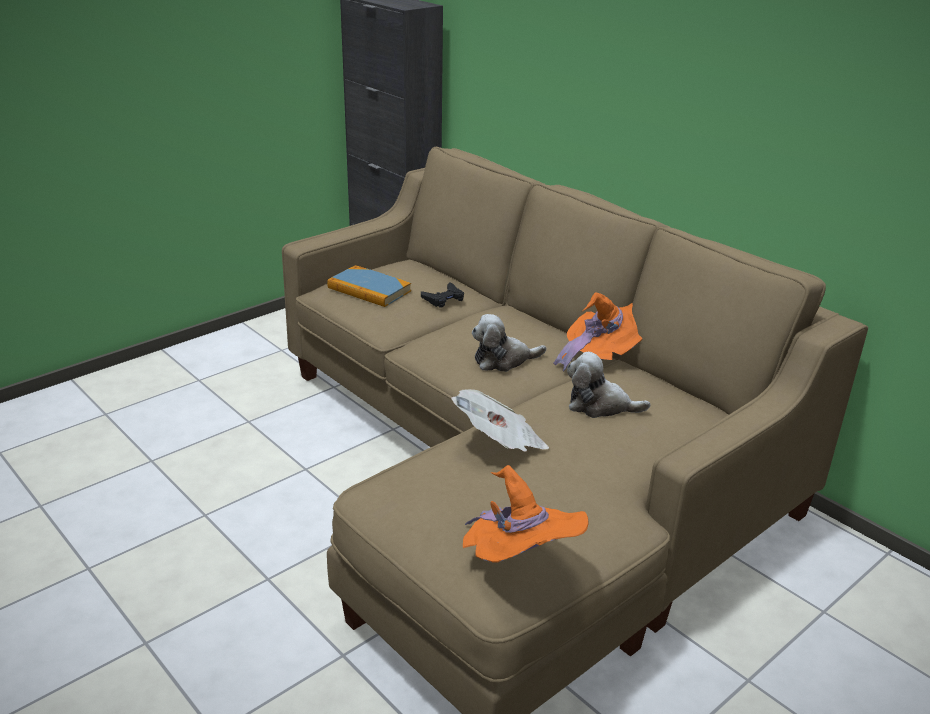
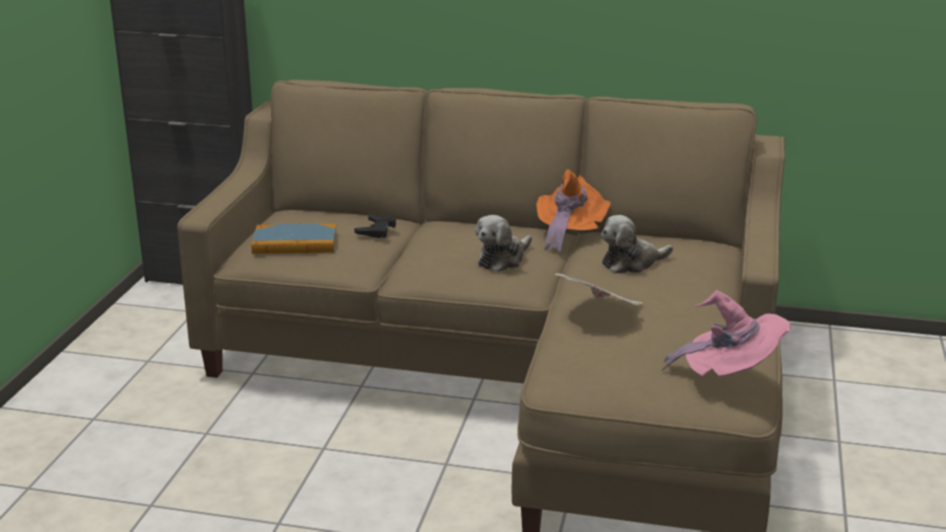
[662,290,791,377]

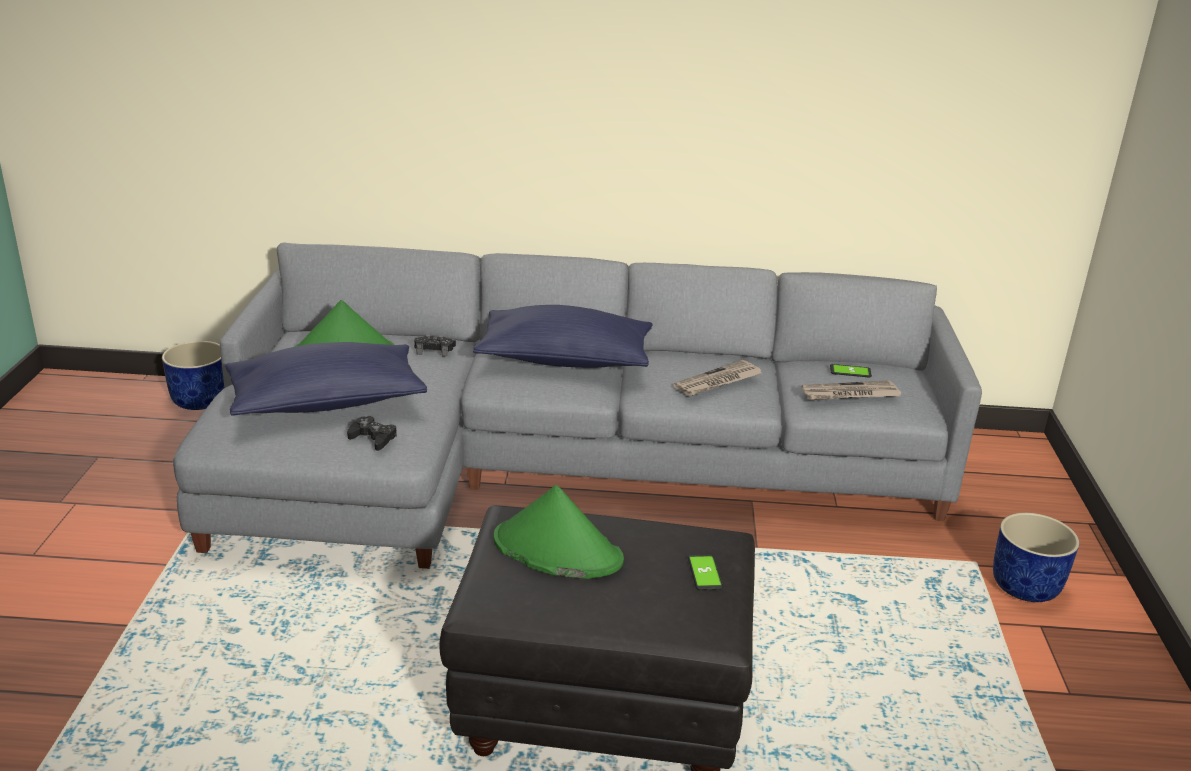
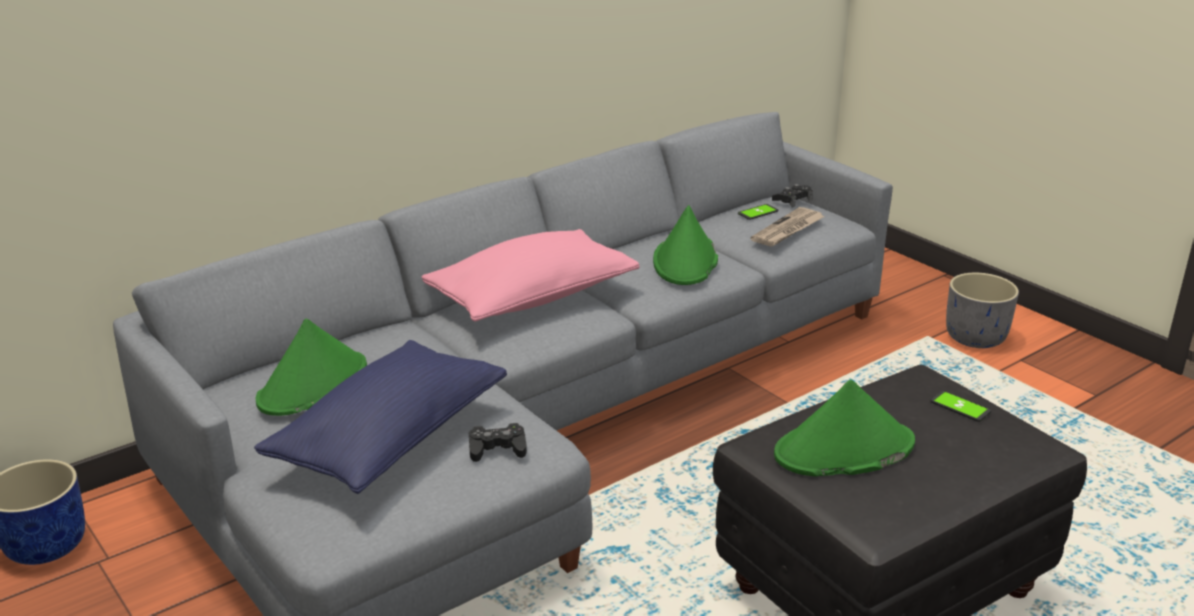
[772,184,813,208]
[422,229,640,322]
[653,205,718,285]
[946,273,1019,348]

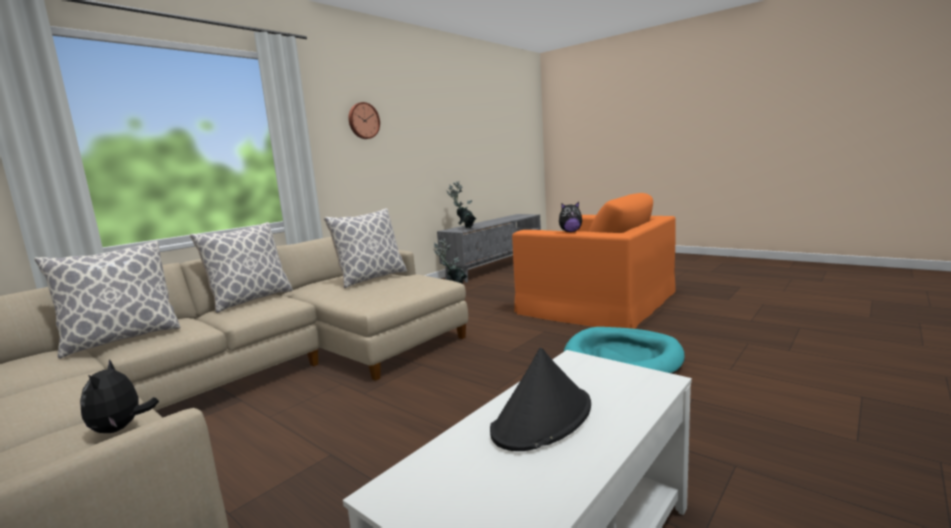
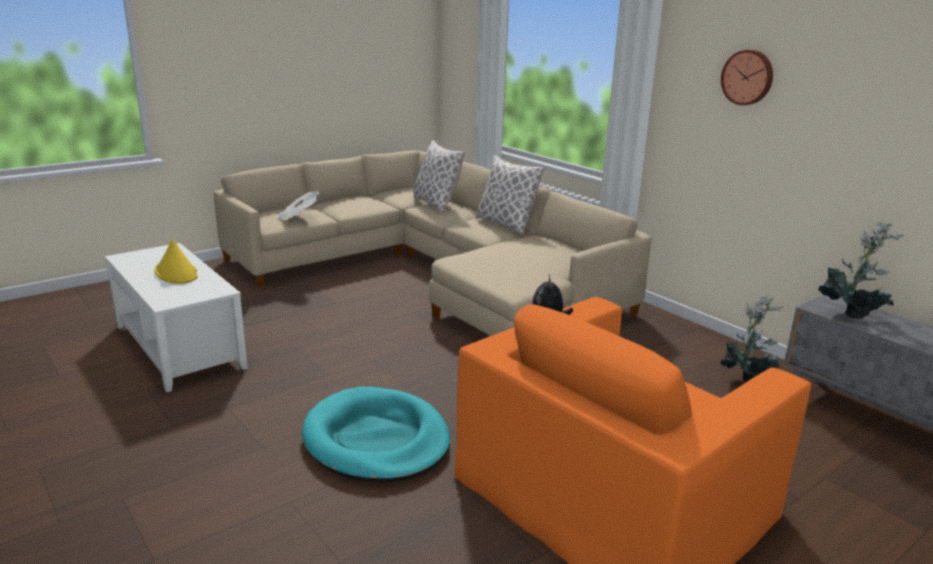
[276,191,319,220]
[324,208,407,288] (first image)
[154,239,198,284]

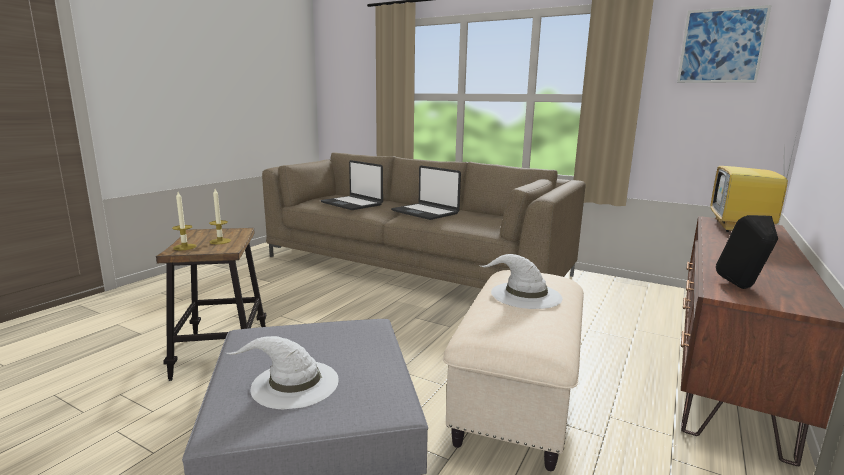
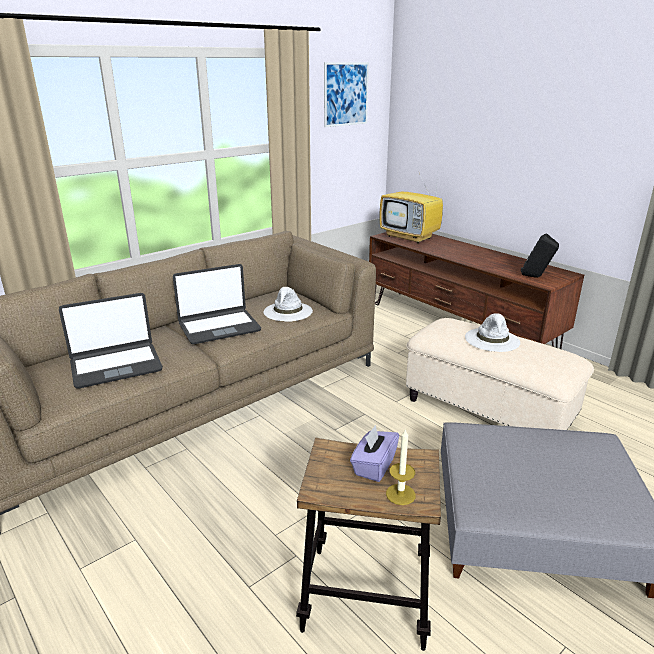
[350,425,399,482]
[264,287,313,322]

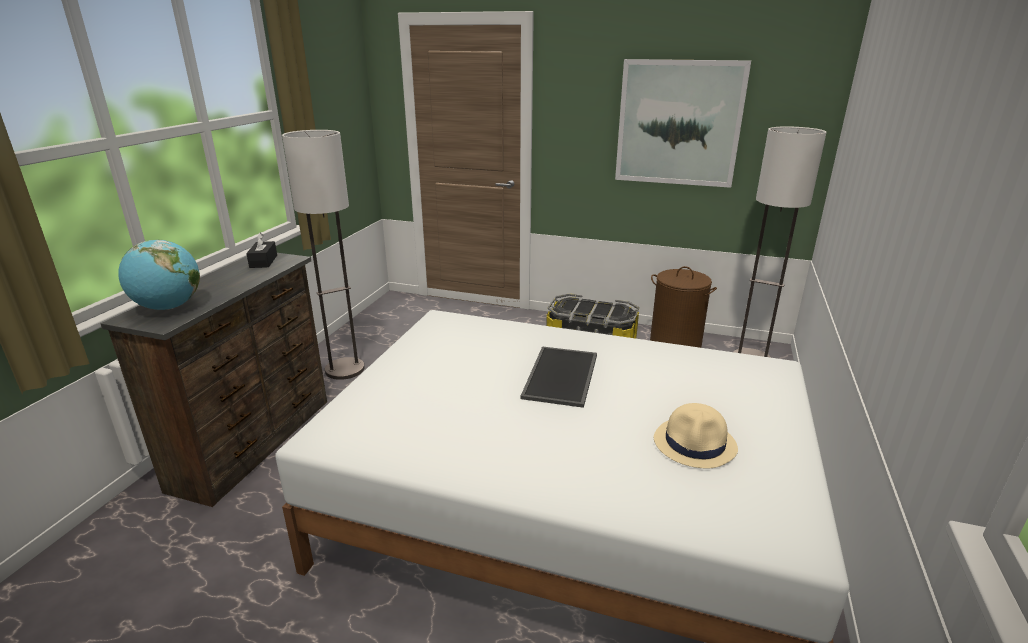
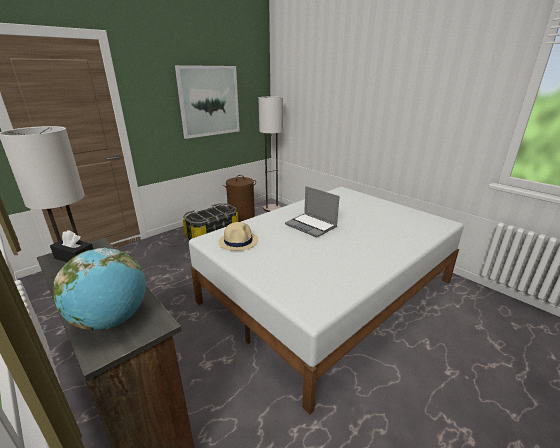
[285,186,340,237]
[219,222,258,251]

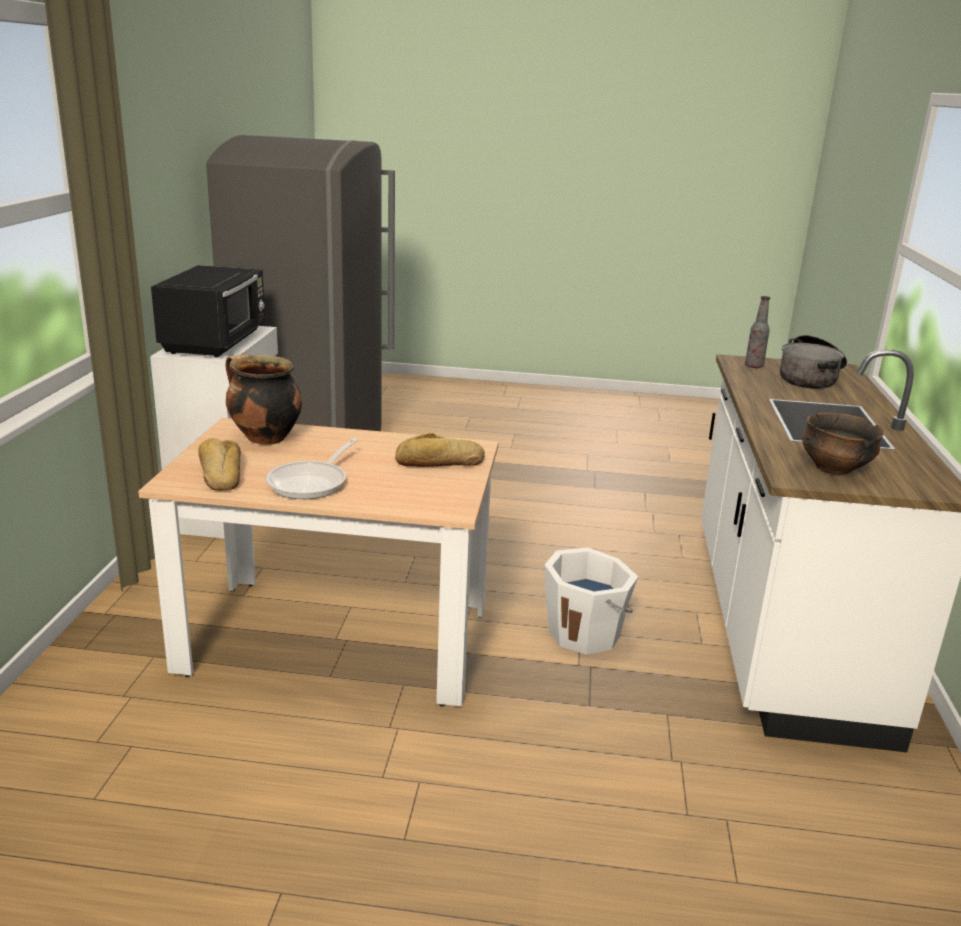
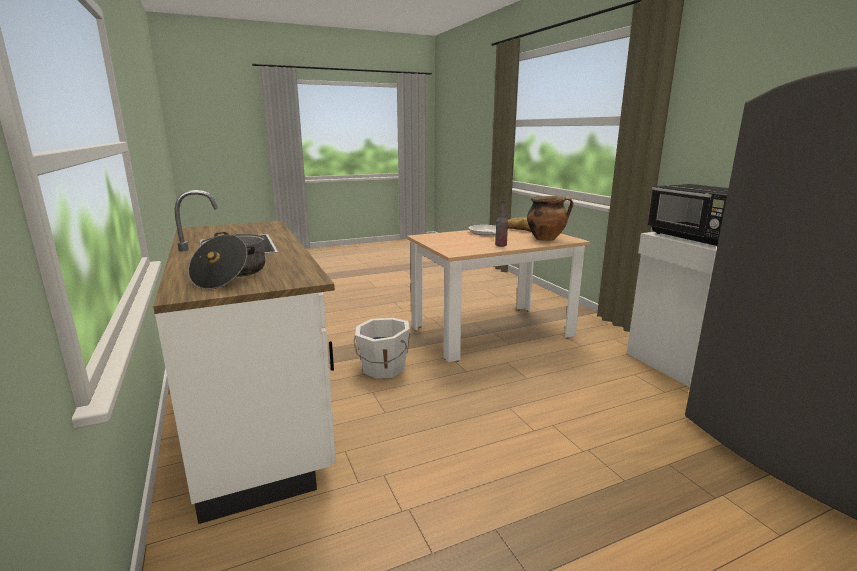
[395,433,485,467] (first image)
[495,201,508,247]
[802,413,883,475] (first image)

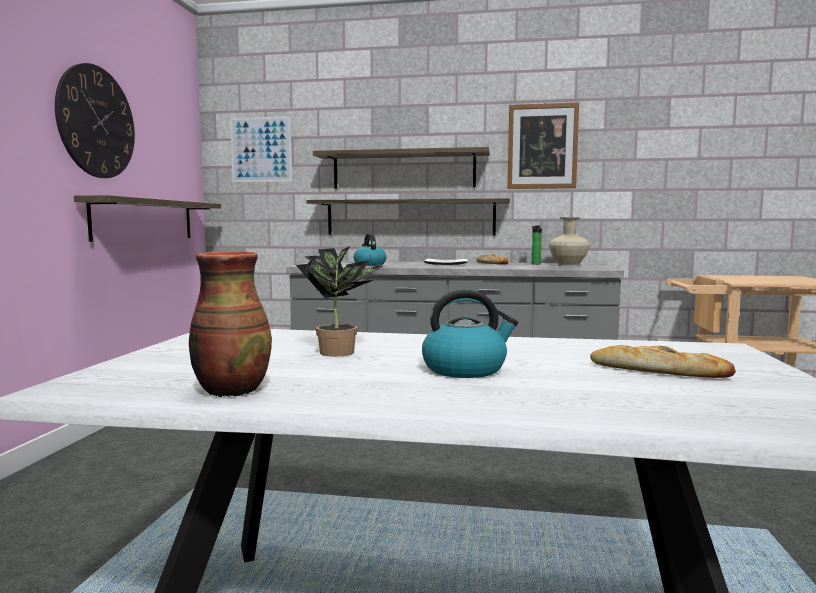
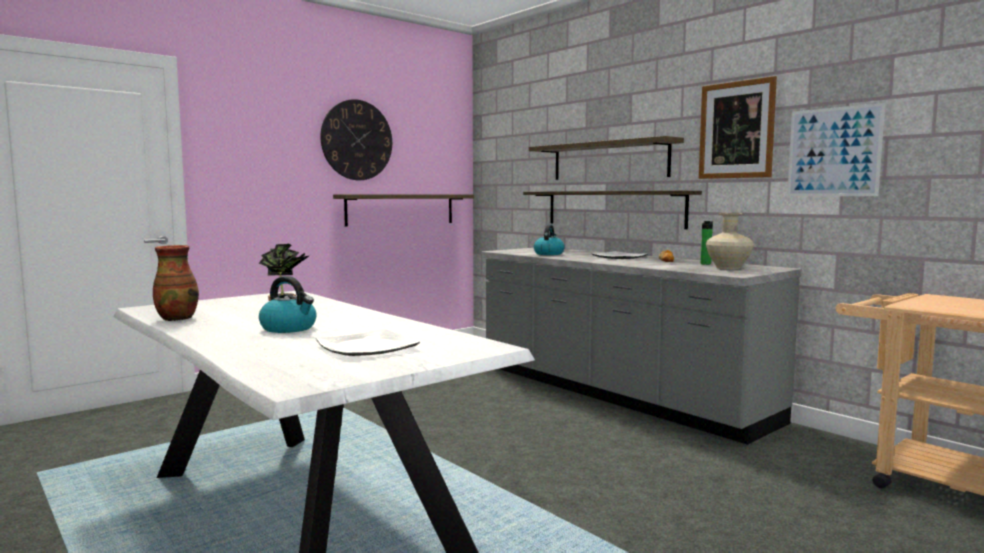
[787,103,885,196]
[316,329,420,356]

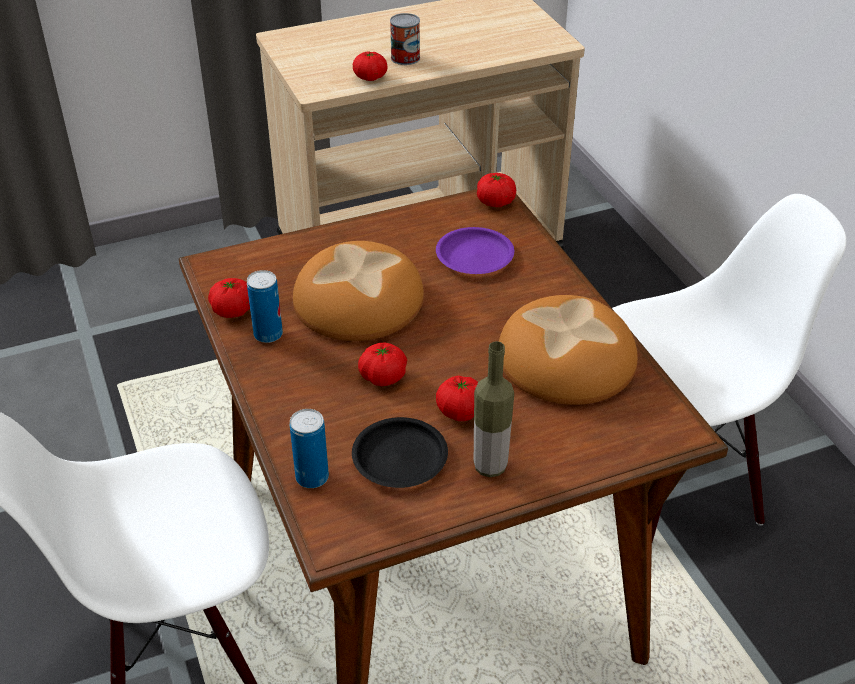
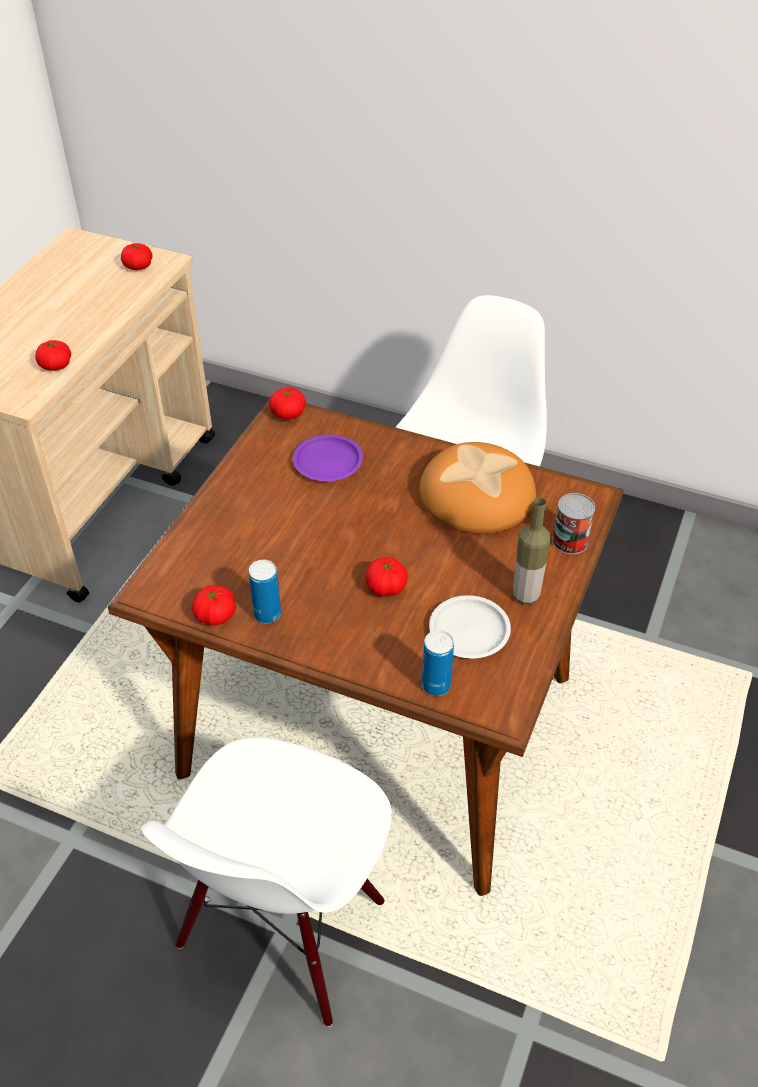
[293,241,424,341] (first image)
[429,595,511,658]
[552,493,595,554]
[121,243,153,270]

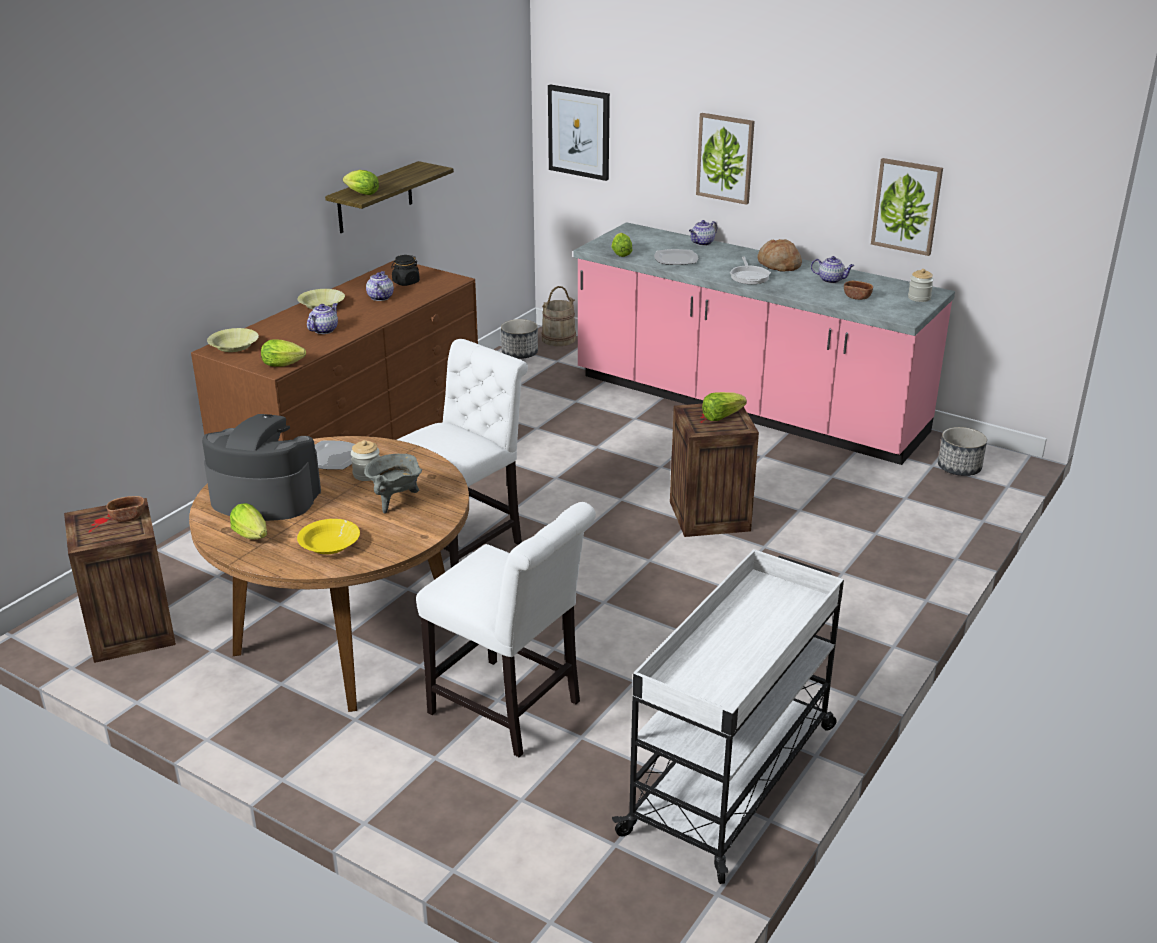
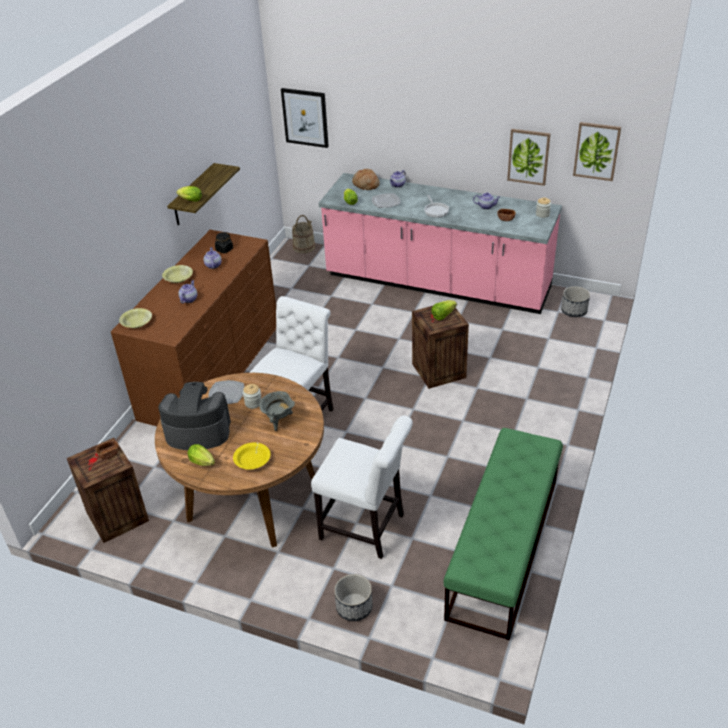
[261,339,306,367] (first image)
[334,574,373,621]
[444,428,563,640]
[573,122,621,181]
[352,169,380,190]

